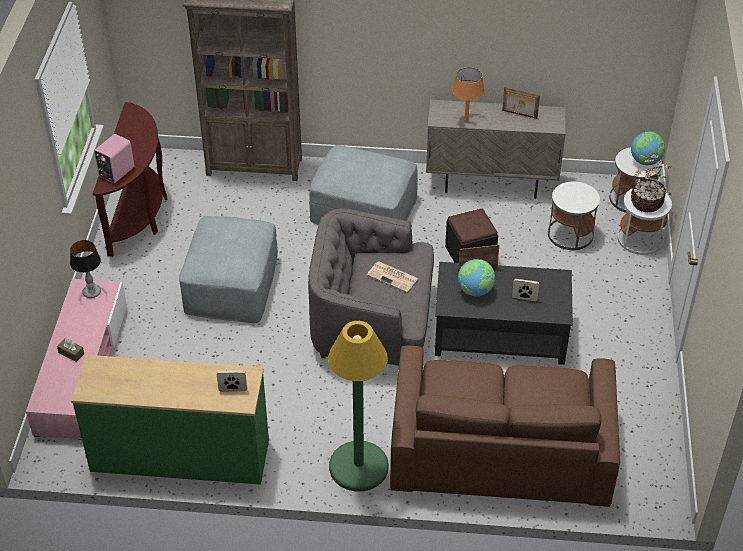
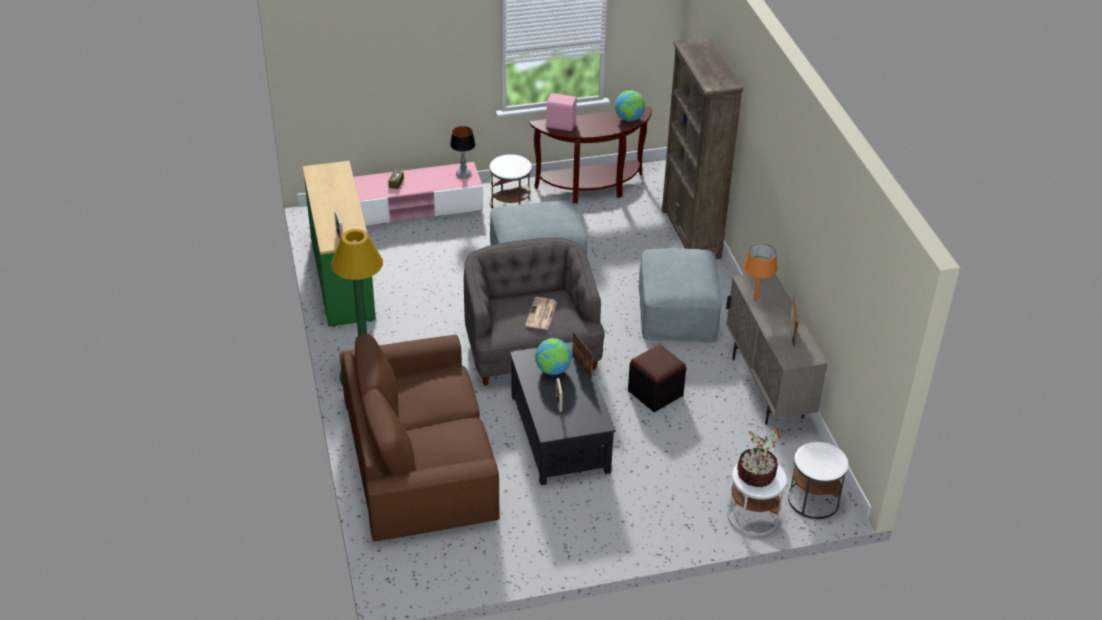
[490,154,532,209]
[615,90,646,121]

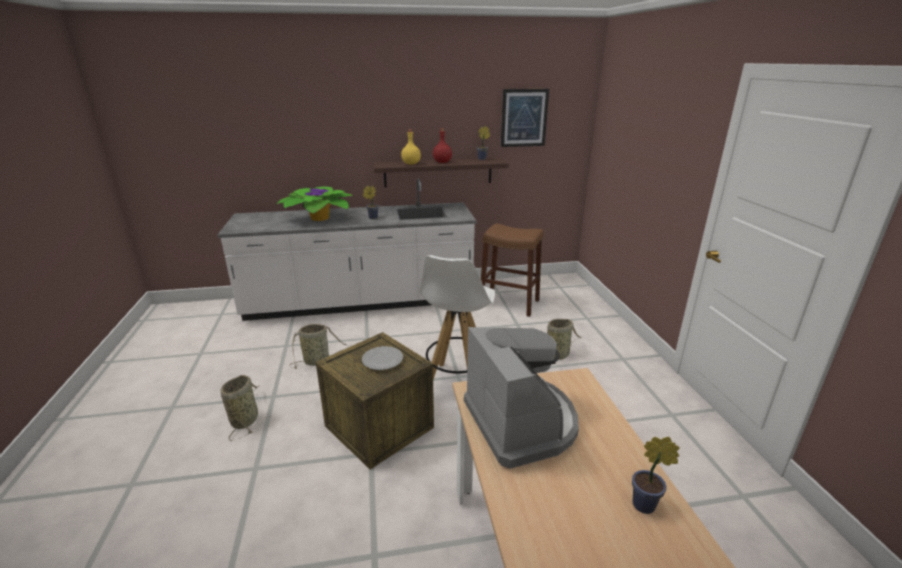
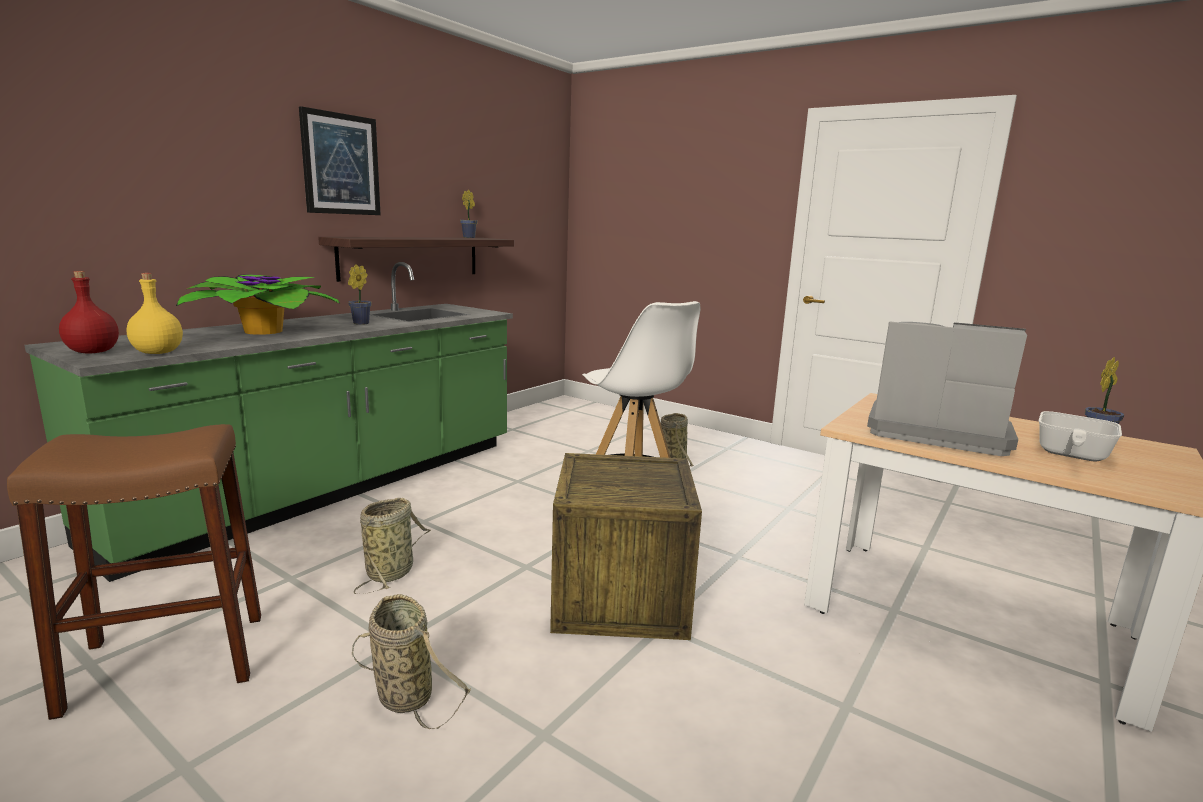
[24,262,513,582]
[362,346,403,370] (first image)
[127,273,183,354]
[59,271,119,353]
[7,424,261,720]
[299,106,381,215]
[1038,411,1122,462]

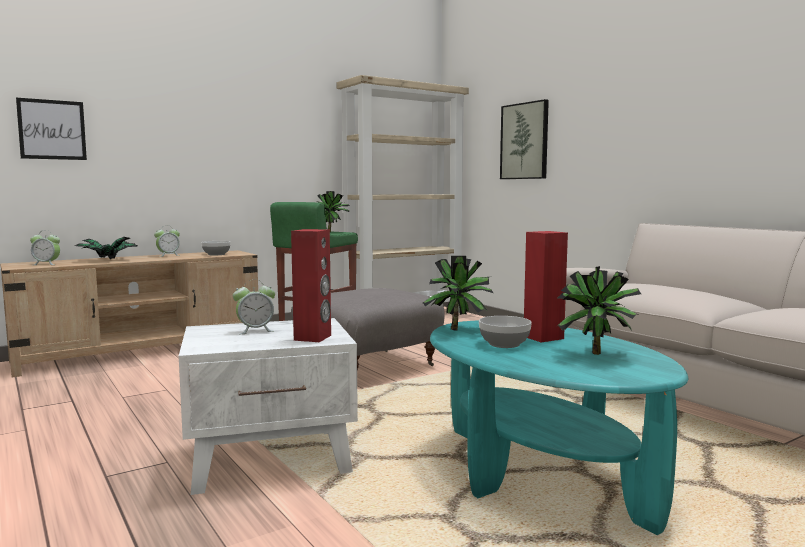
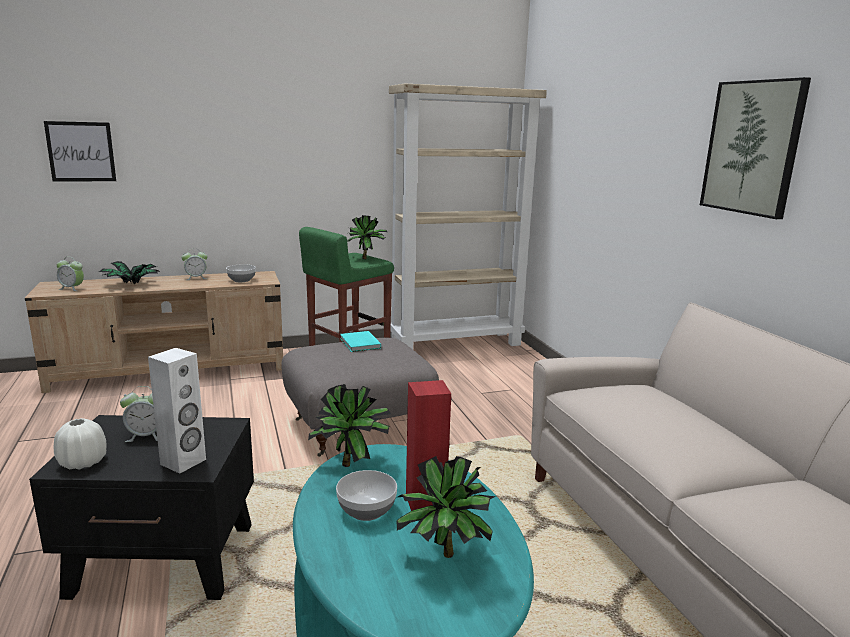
[29,415,254,600]
[148,348,206,474]
[700,77,811,219]
[54,418,107,470]
[340,331,381,352]

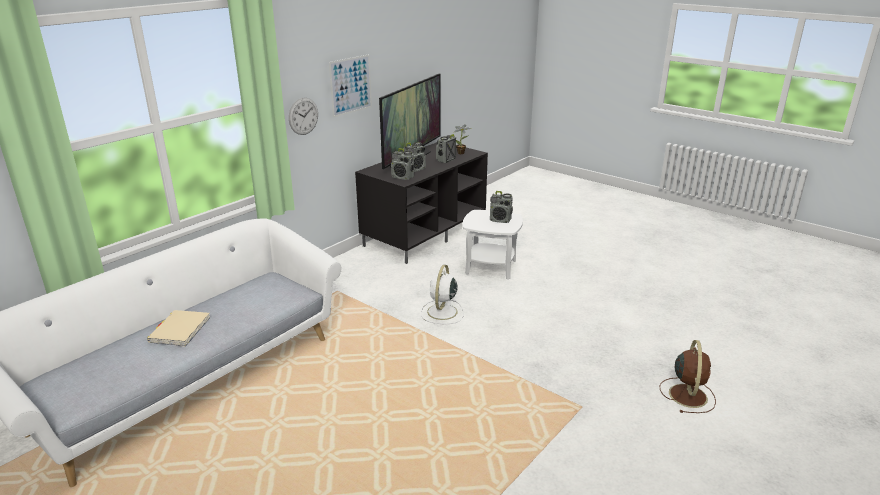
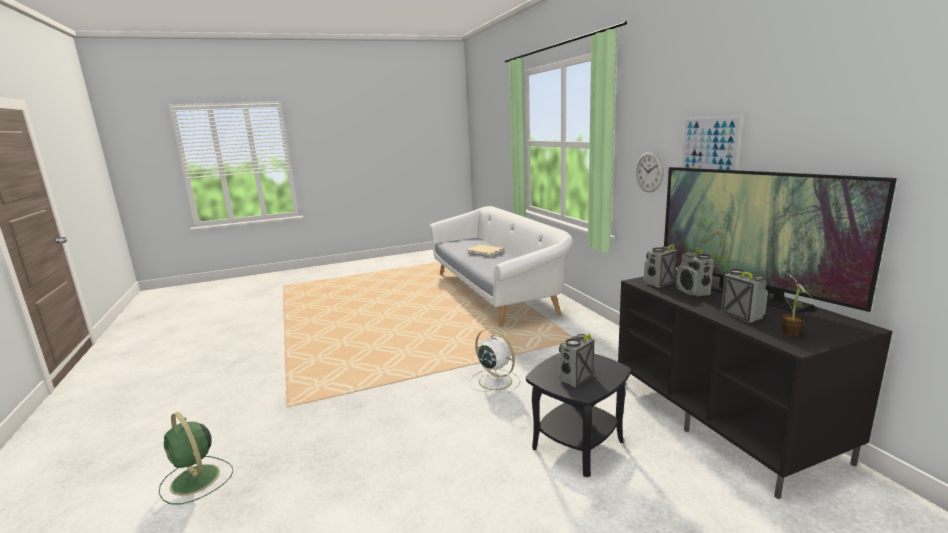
[526,353,631,477]
[159,412,233,504]

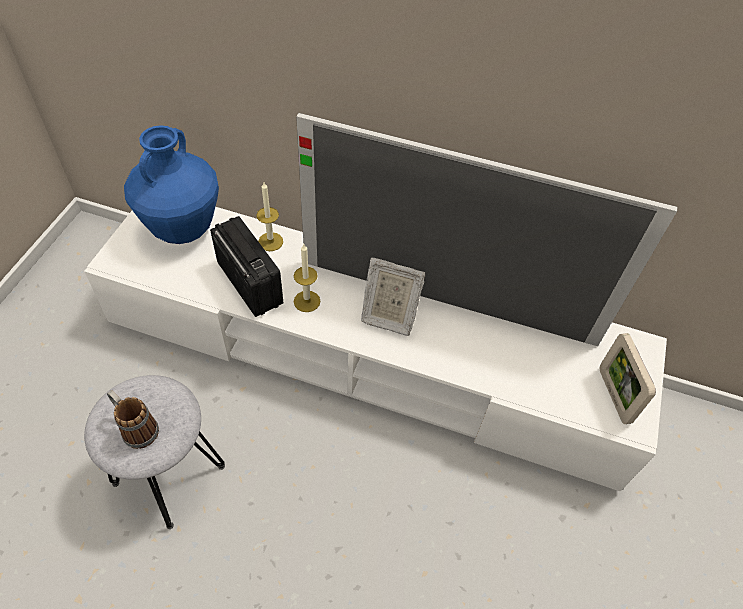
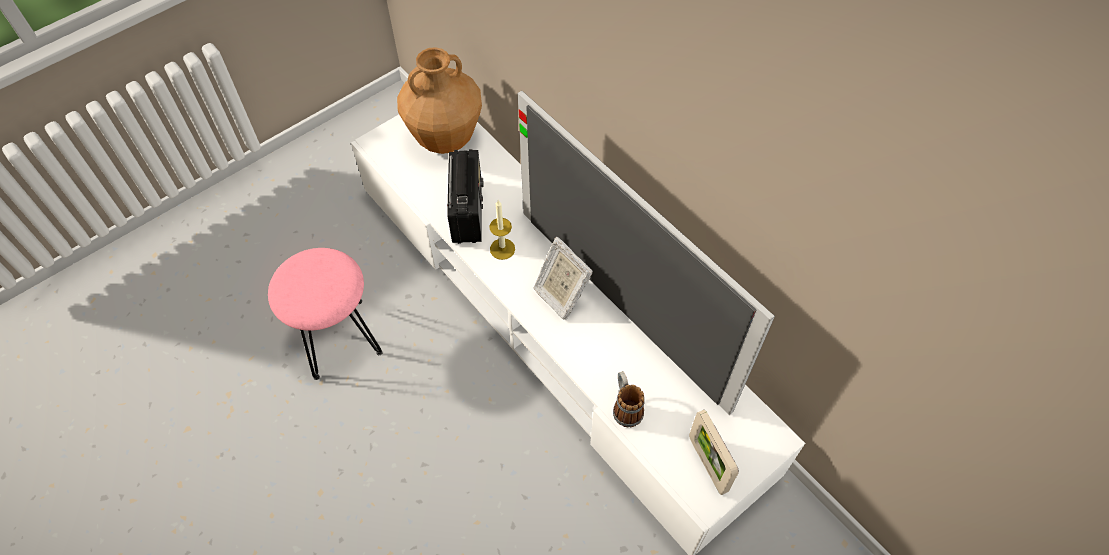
[268,248,382,380]
[613,371,645,427]
[397,47,482,154]
[256,182,283,251] (first image)
[689,410,739,495]

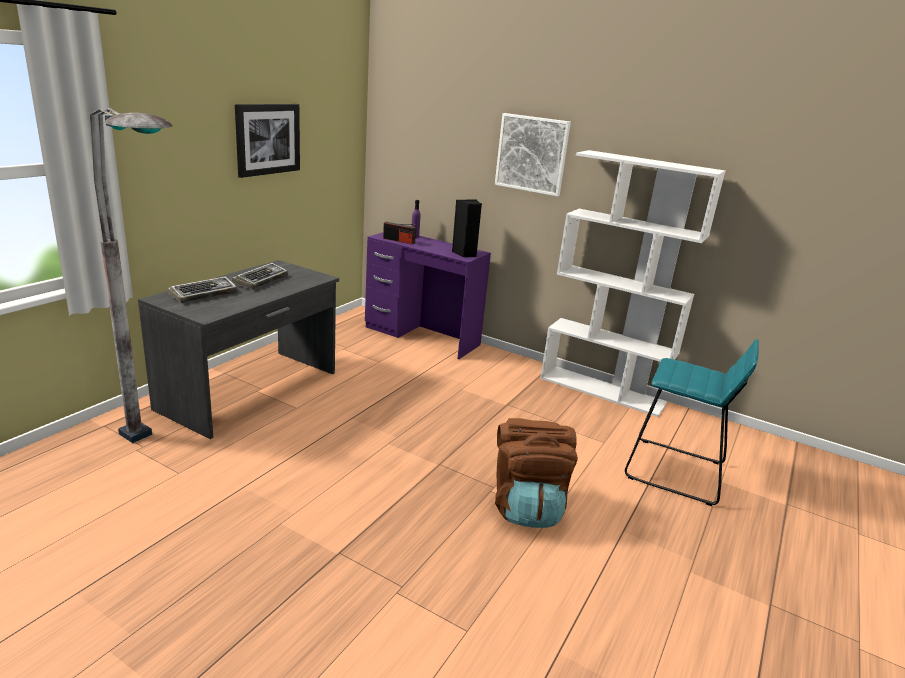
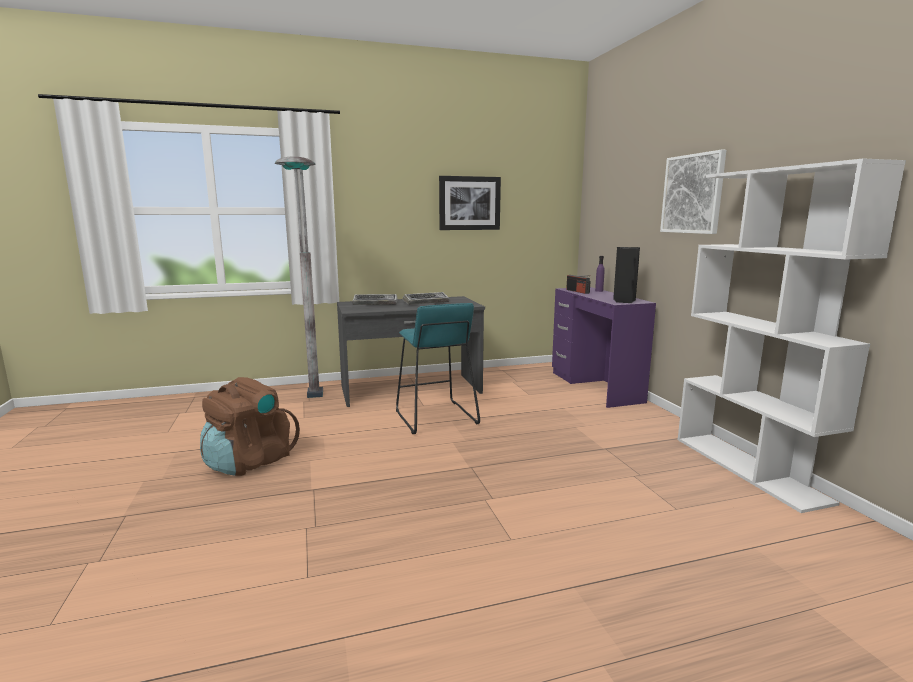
[200,377,300,476]
[396,303,480,434]

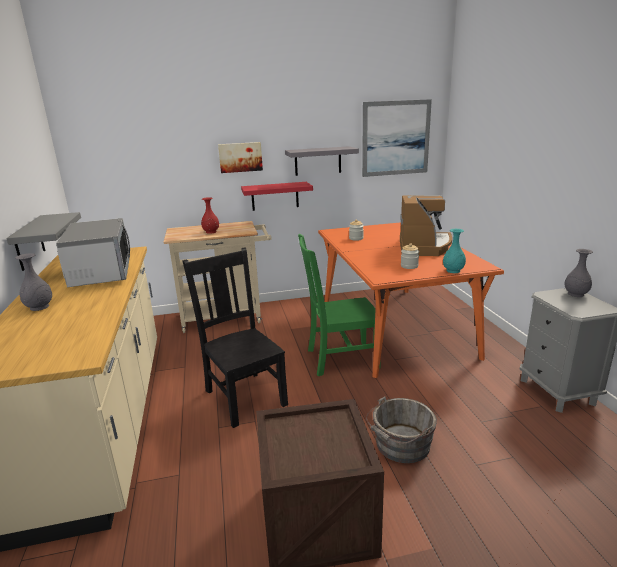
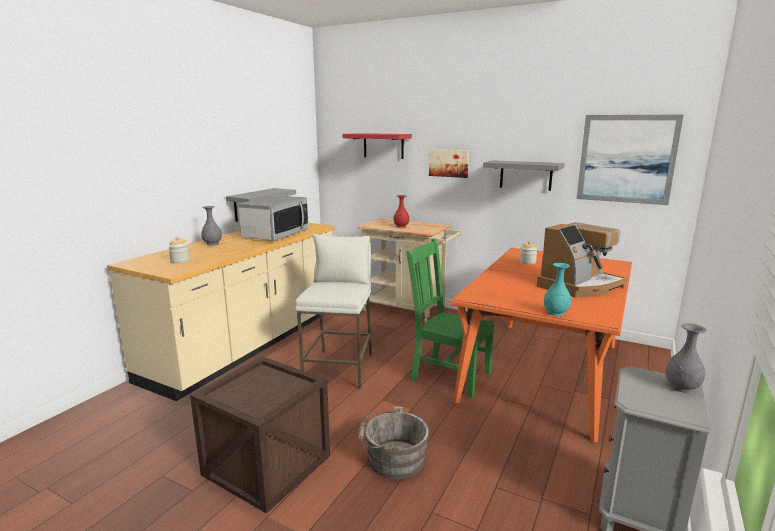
[295,234,372,388]
[342,133,412,159]
[168,237,190,264]

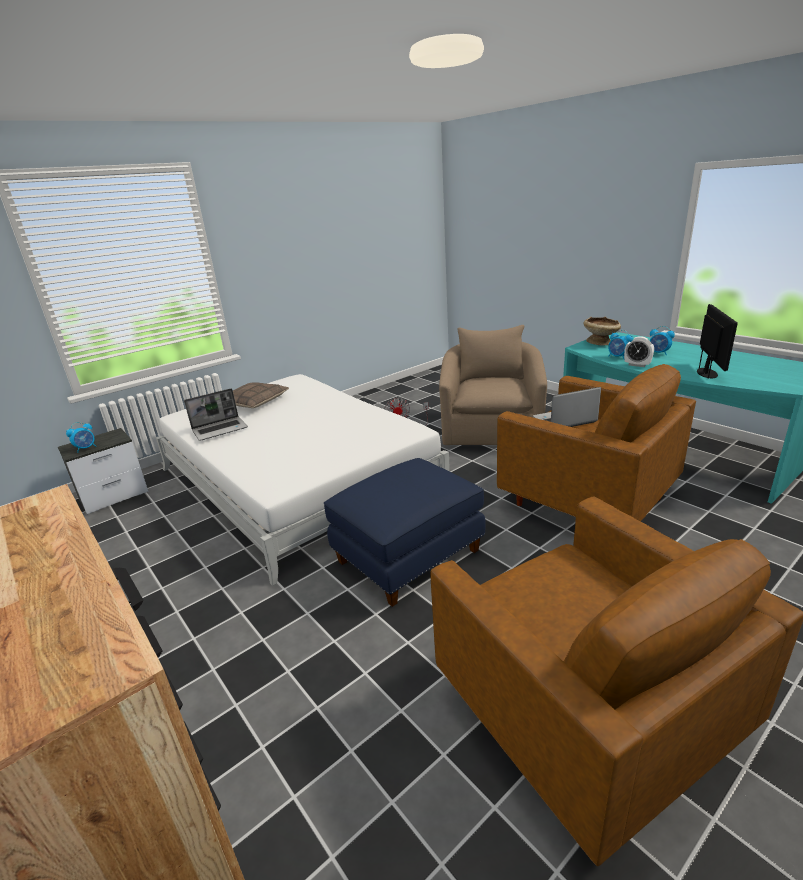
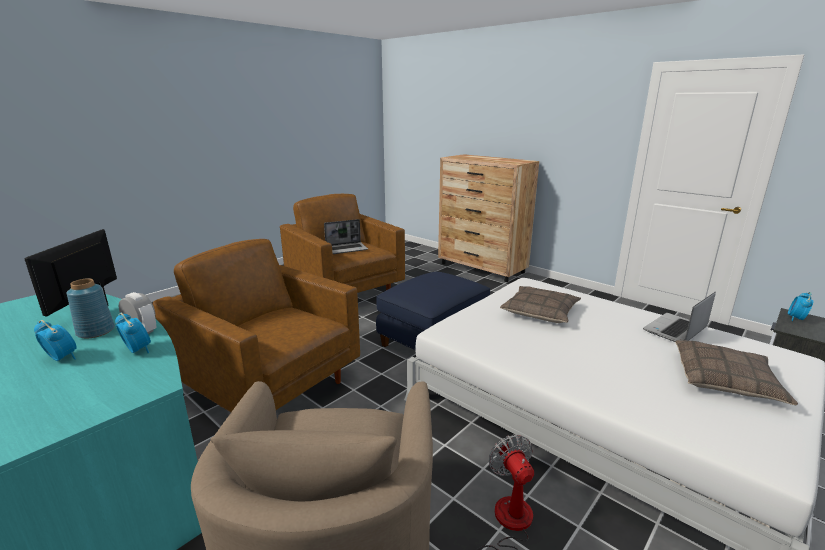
[324,219,368,254]
[584,317,621,346] (first image)
[66,278,115,339]
[500,286,581,323]

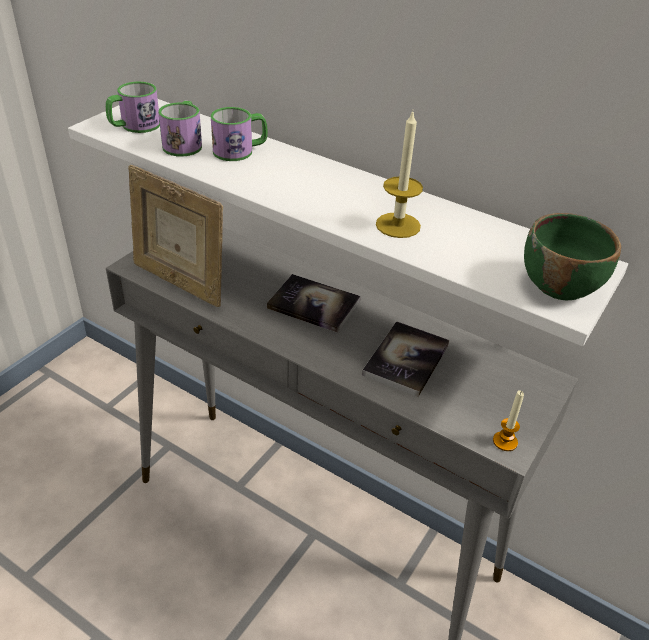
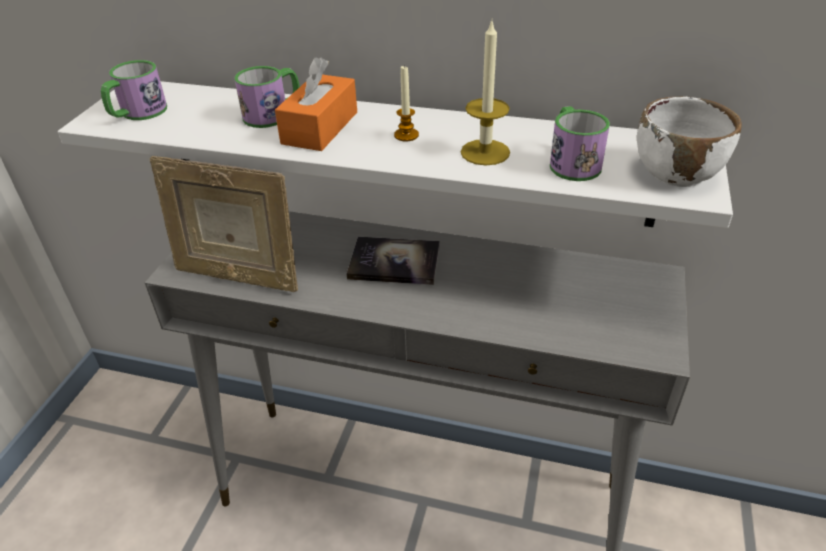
[550,106,610,181]
[362,321,450,397] (first image)
[394,66,419,141]
[637,97,742,187]
[275,57,357,151]

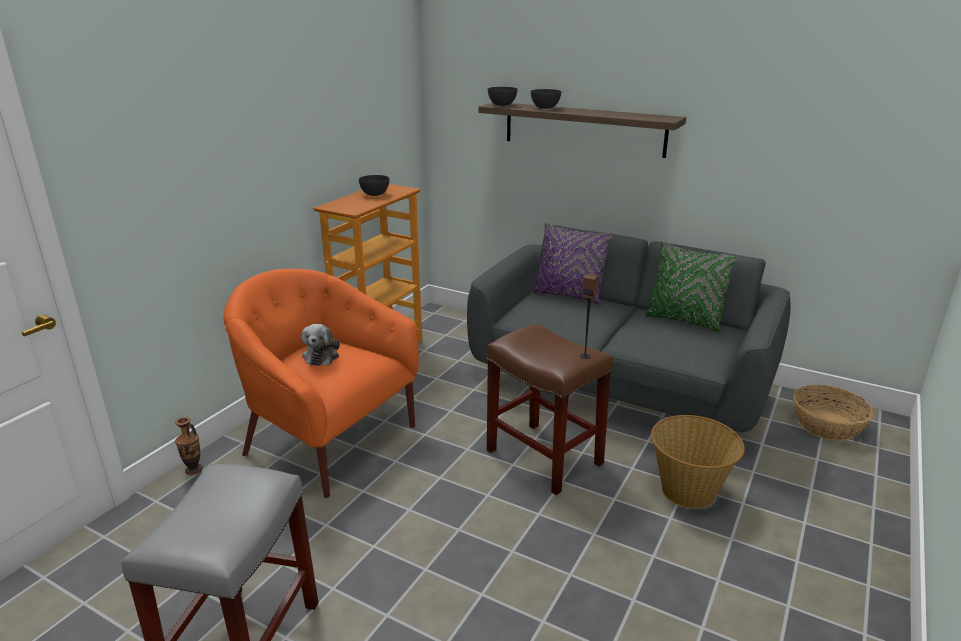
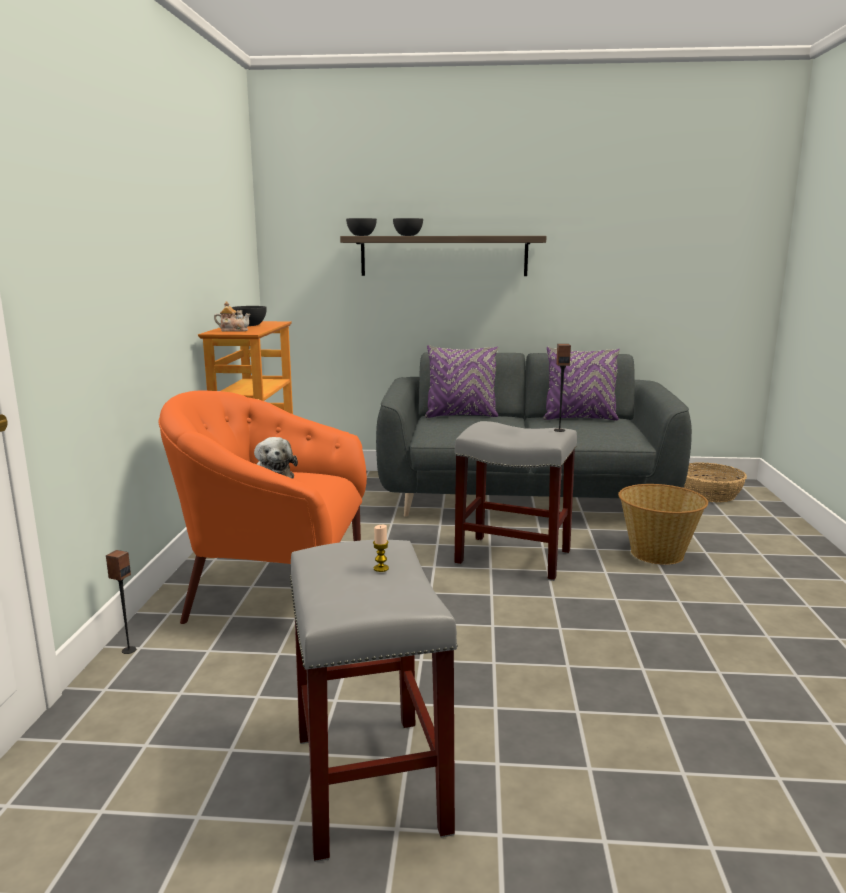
[106,550,136,654]
[454,421,577,581]
[543,347,620,420]
[214,301,250,332]
[373,525,389,572]

